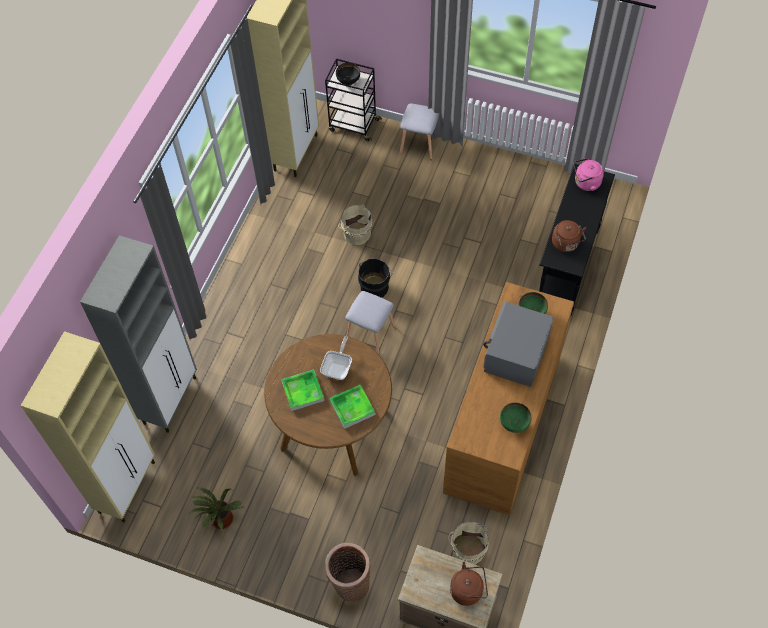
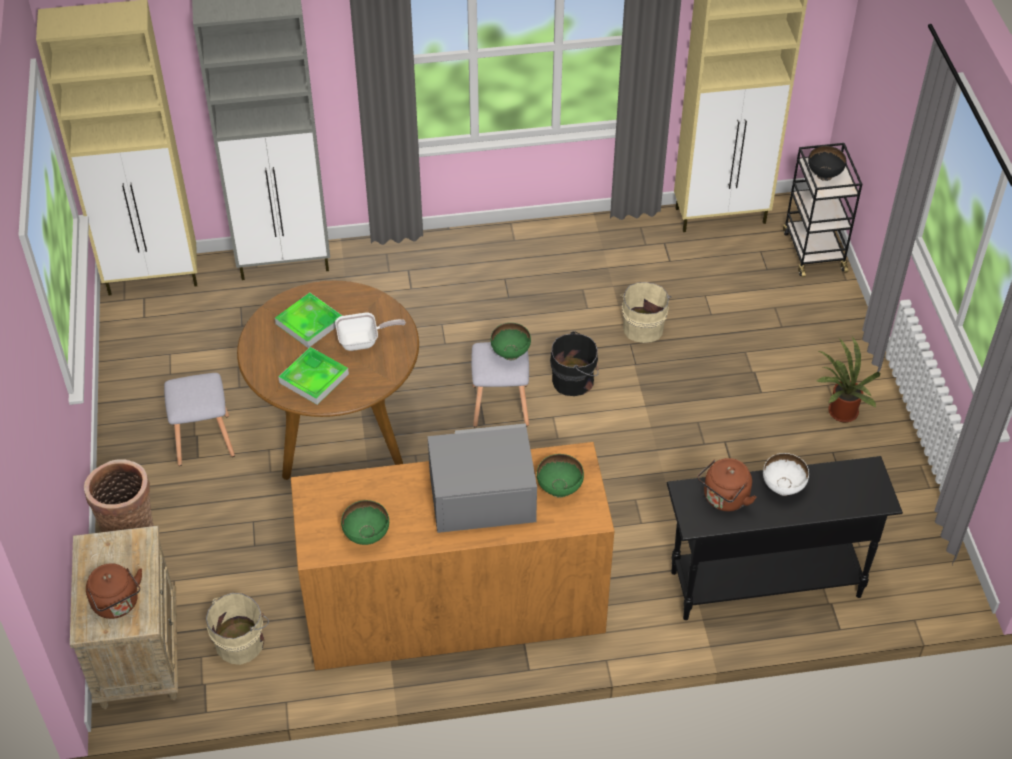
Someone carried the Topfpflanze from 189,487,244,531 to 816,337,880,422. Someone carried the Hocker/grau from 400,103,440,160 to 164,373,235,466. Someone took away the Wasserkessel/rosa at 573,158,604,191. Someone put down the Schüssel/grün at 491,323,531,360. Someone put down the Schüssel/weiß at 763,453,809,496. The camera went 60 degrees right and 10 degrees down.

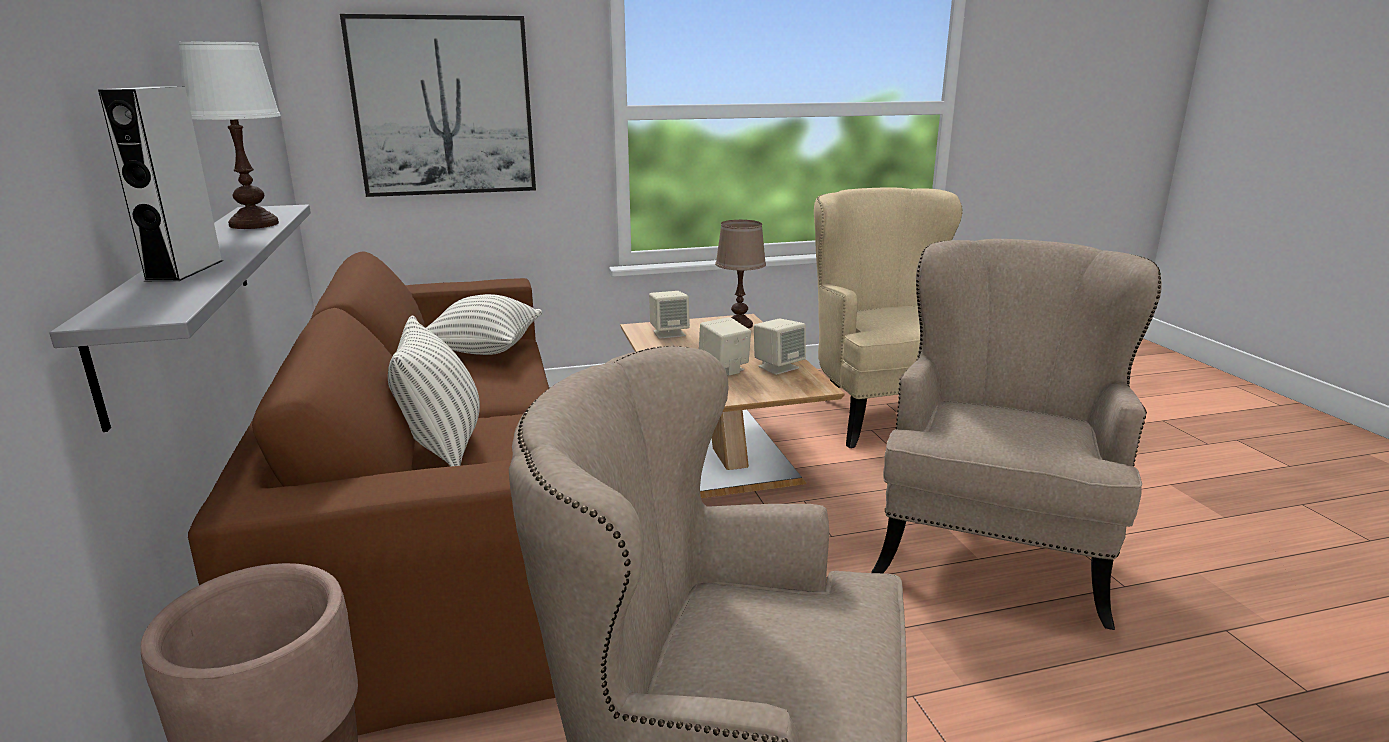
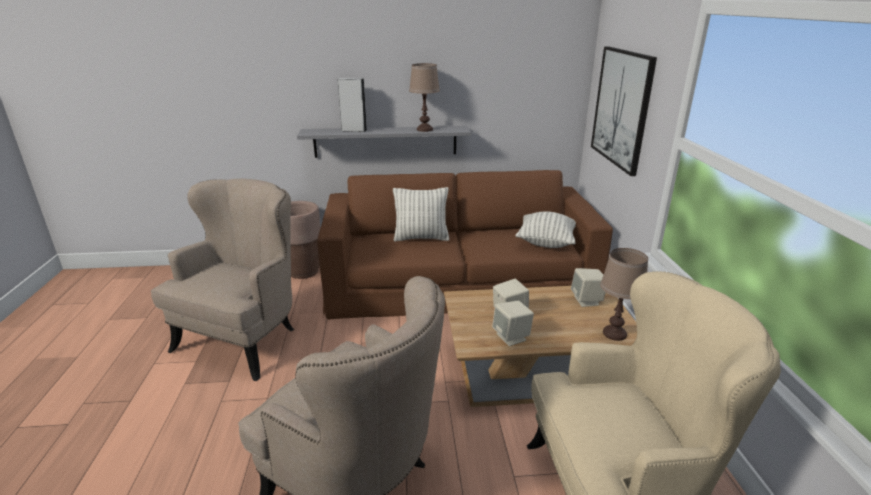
Someone repainted the Tischlampe/weiß at 178,42,281,229, which became the Tischlampe/braun at 409,63,440,132. The camera went 100 degrees right and 5 degrees up.

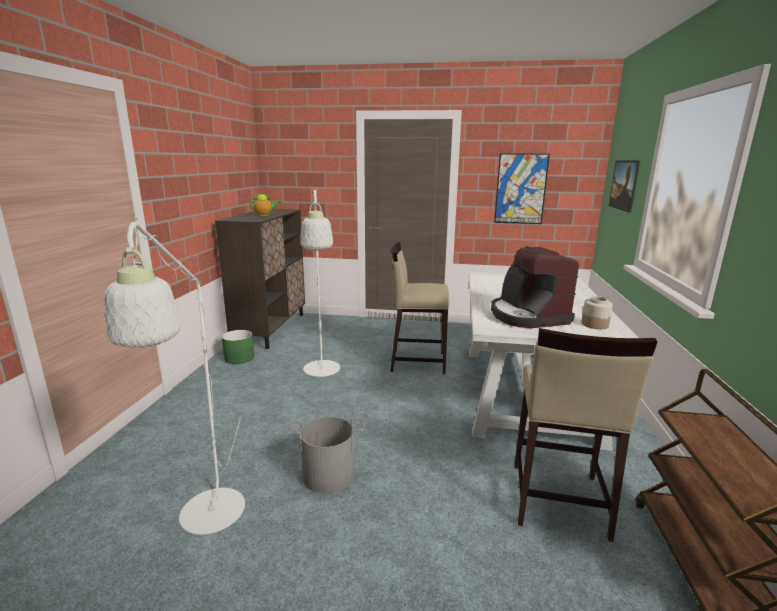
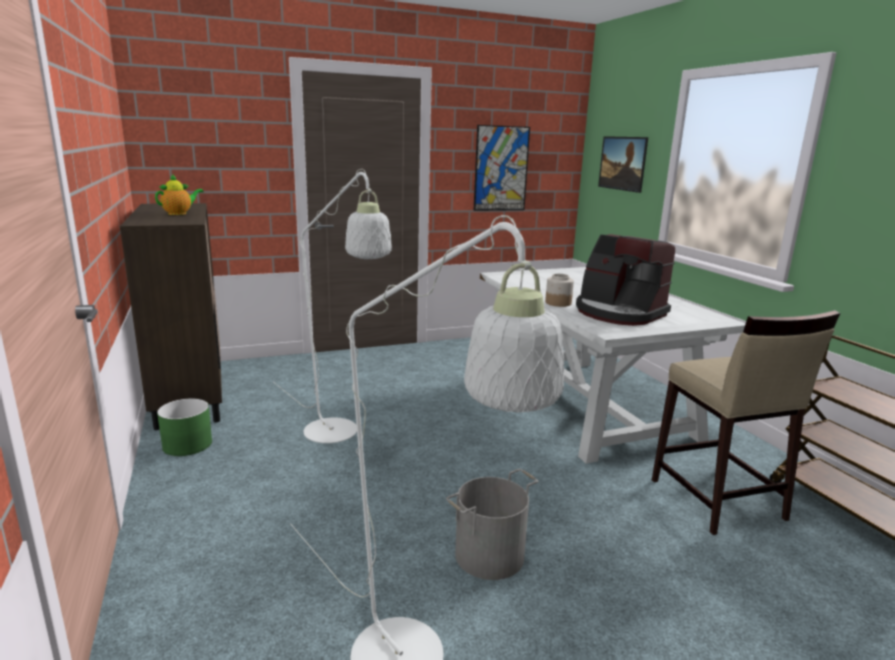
Someone took away the Hocker/beige at 390,242,450,375. Someone carried the Vorratsglas from 581,296,613,329 to 545,274,574,307. The camera went 30 degrees left and 0 degrees up.

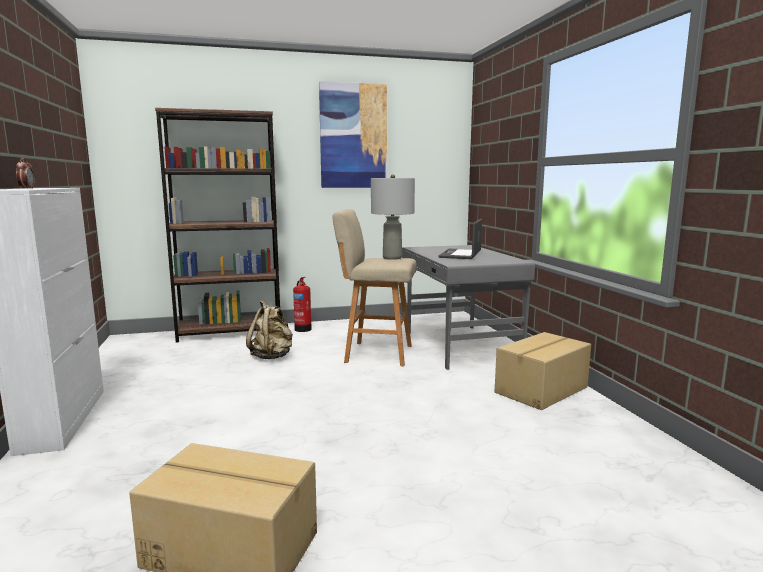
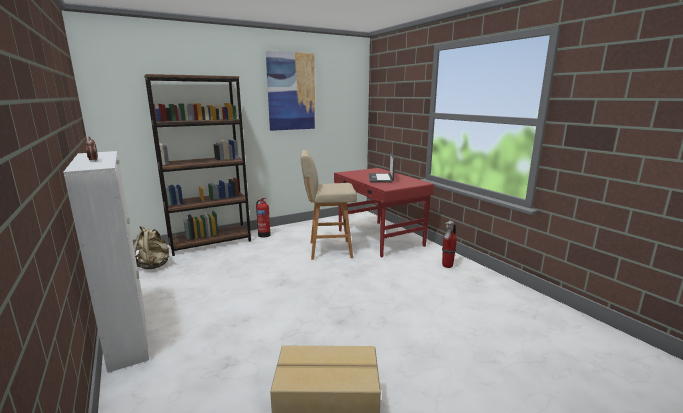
Someone carried the Rucksack/beige from 246,300,293,359 to 134,226,169,269. Someone took away the Tischlampe/grau at 371,175,415,260. Someone repainted the Schreibtisch/grau at 402,245,535,370, which became the Schreibtisch/rot at 334,168,434,257. Someone swapped the Karton at 495,332,591,410 for the Feuerlöscher at 442,221,457,268. The camera went 15 degrees left and 5 degrees up.

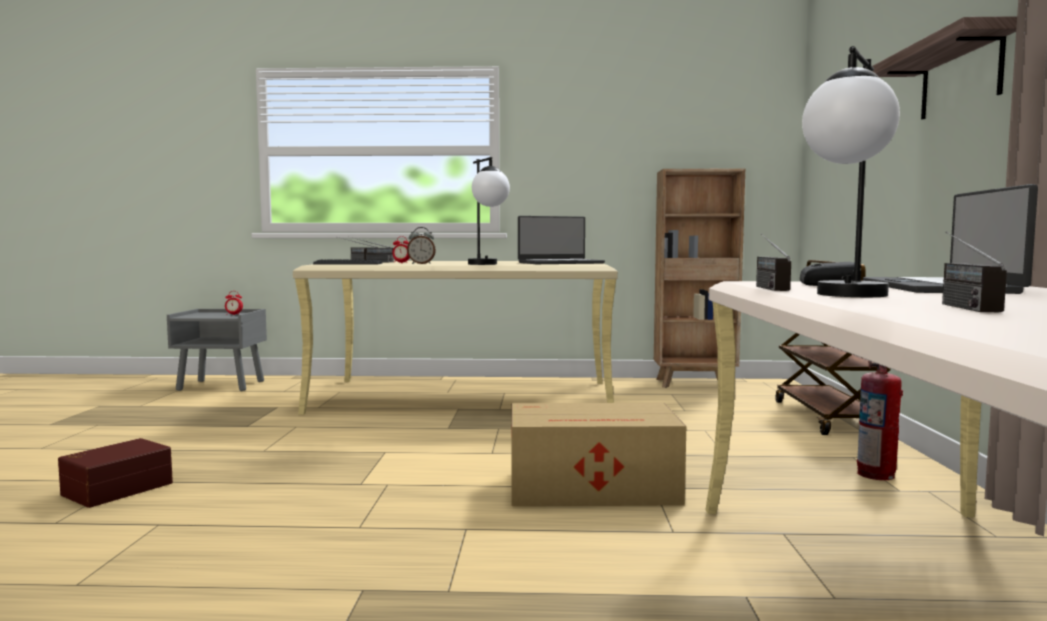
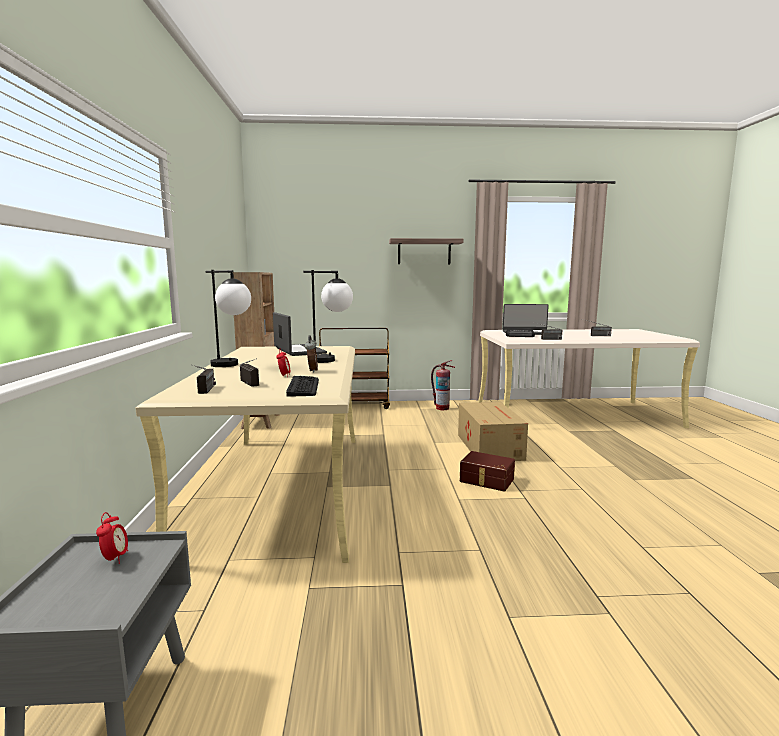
Someone carried the Aufbewahrungsbox/braun from 58,438,173,508 to 460,451,515,492. Someone carried the Tischlampe from 802,46,900,297 to 205,270,251,367. The camera went 95 degrees left and 5 degrees up.

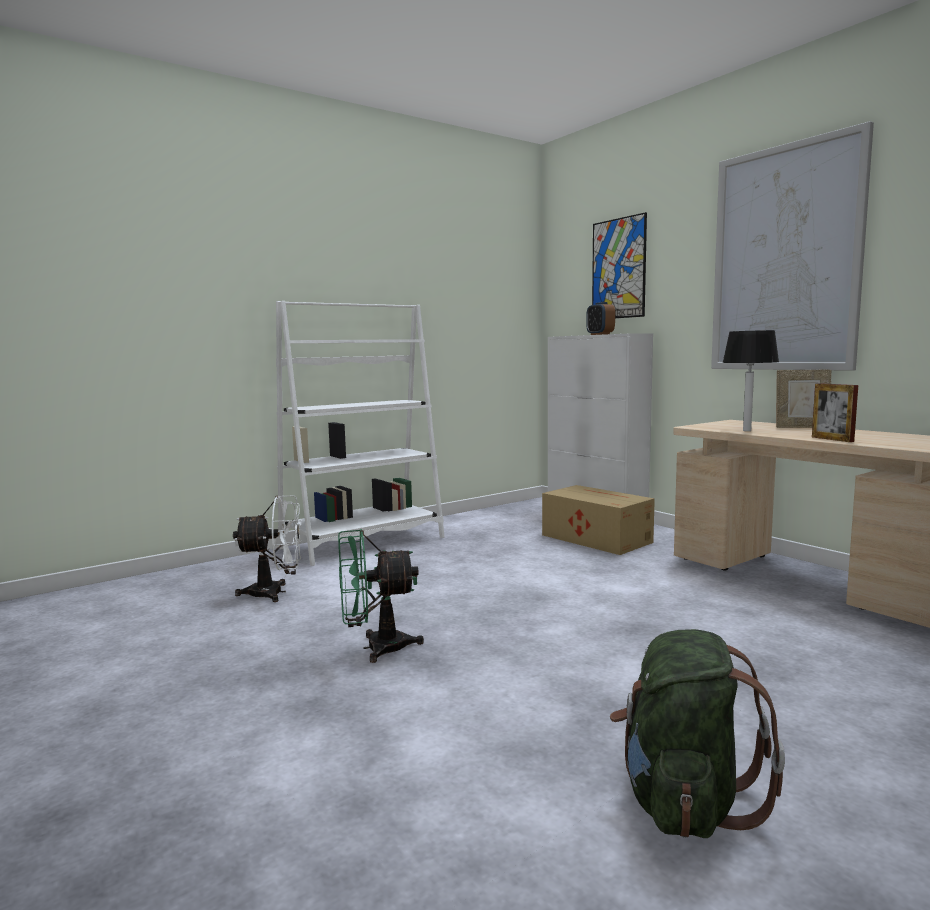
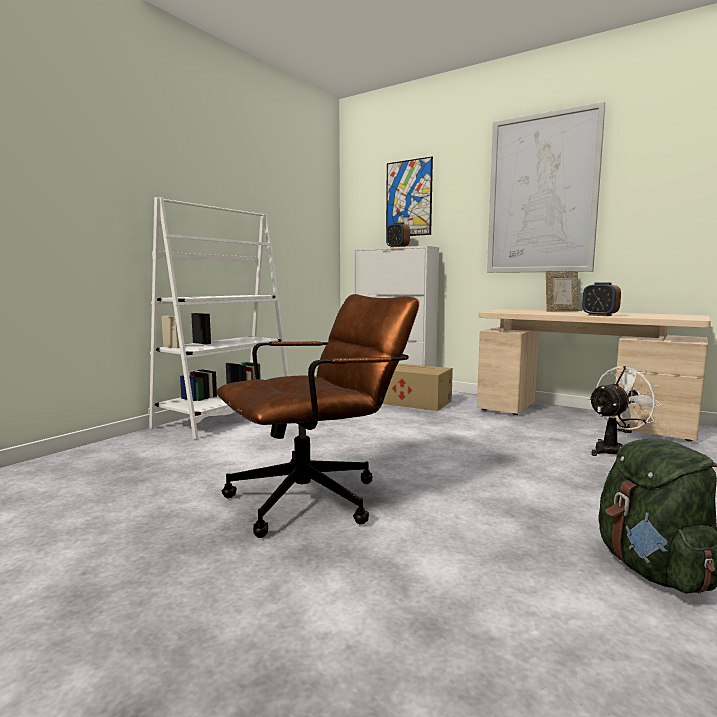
Someone carried the Ventilator/weiß from 233,495,302,602 to 588,366,663,456. Someone swapped the Ventilator/grün at 338,529,424,663 for the Bürostuhl/braun at 216,294,419,538. Someone took away the Tischlampe at 722,330,779,431. Someone swapped the Bilderrahmen at 812,383,858,442 for the Wecker at 582,282,621,316. The camera went 20 degrees left and 0 degrees up.

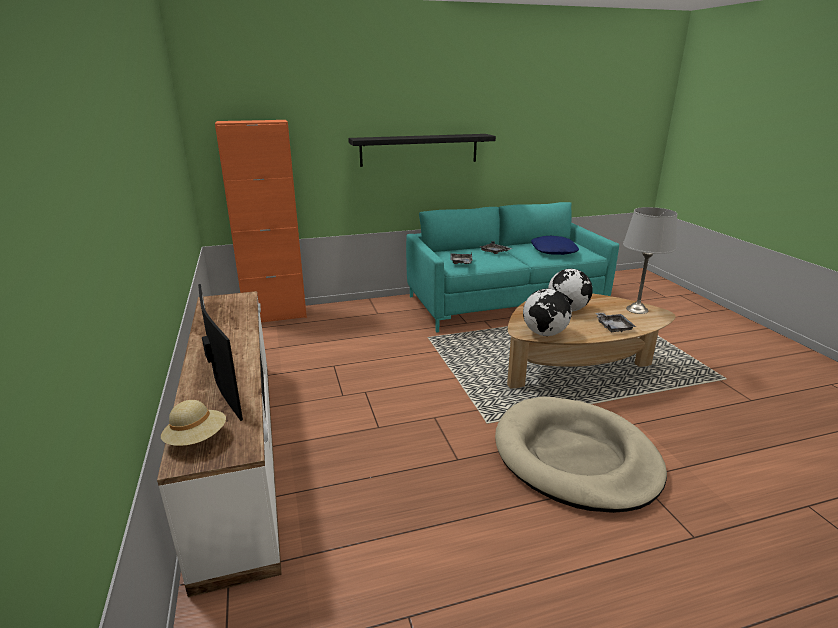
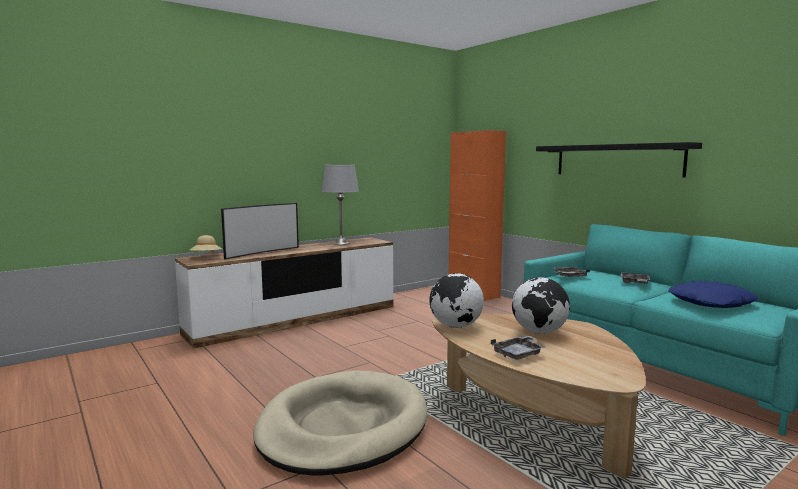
Someone carried the Tischlampe/grau from 623,207,677,314 to 321,165,359,245. The camera went 70 degrees right and 15 degrees down.

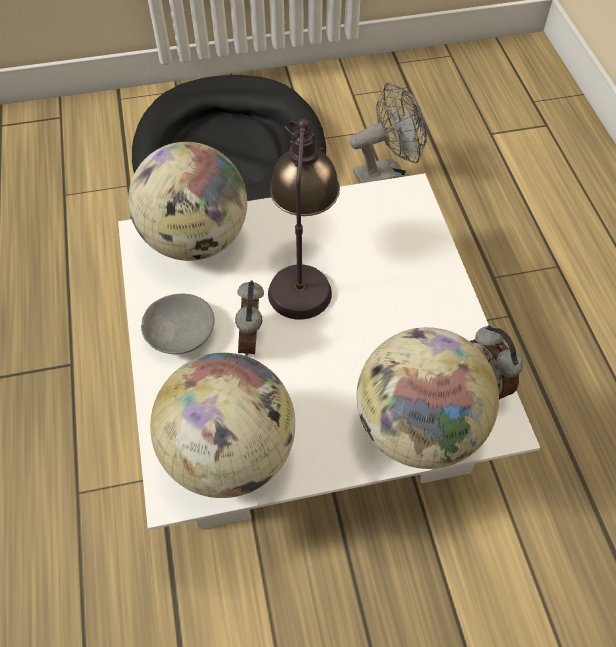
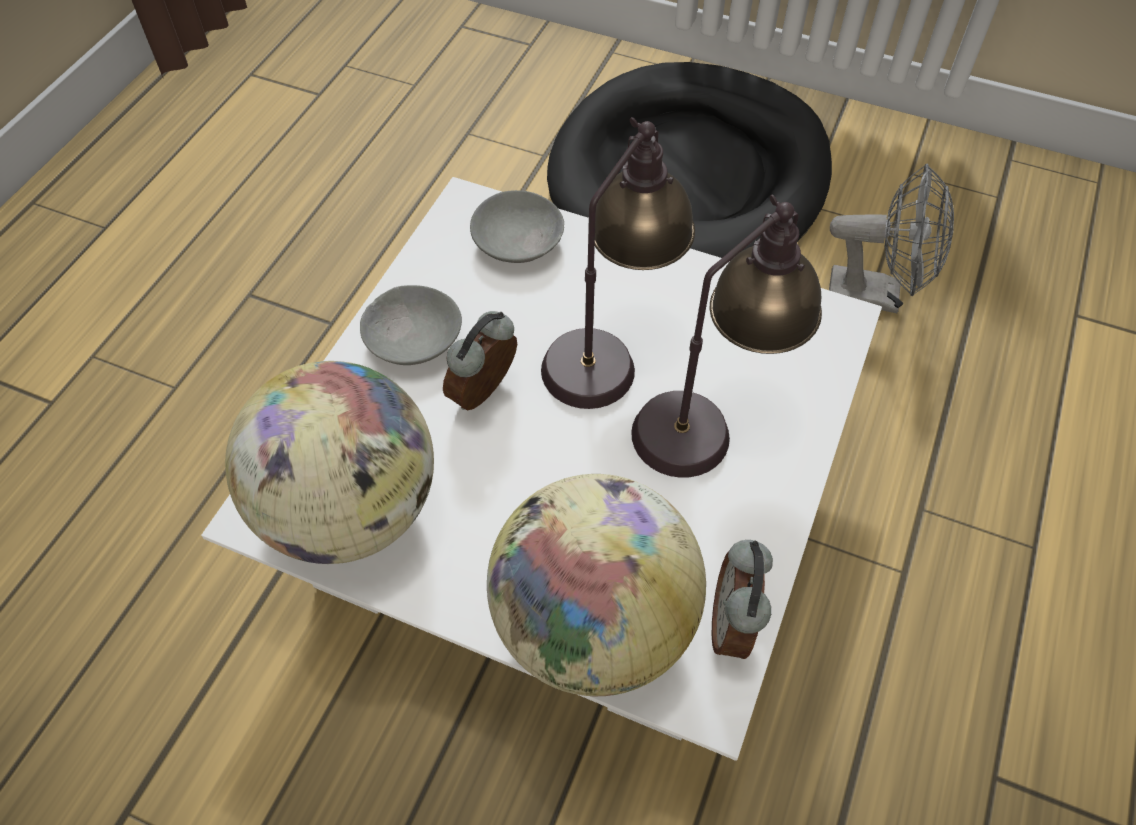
Someone swapped the Globus at 128,142,247,261 for the Schüssel/grau at 470,190,564,263. Someone put down the Tischlampe at 631,194,822,478. The camera went 35 degrees right and 0 degrees up.

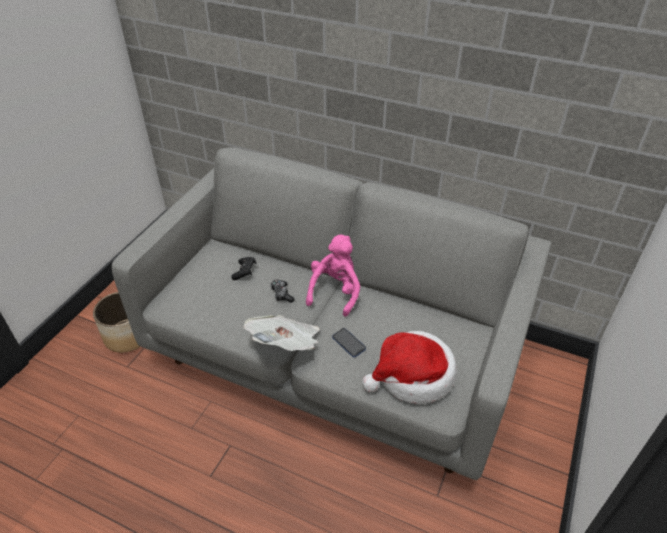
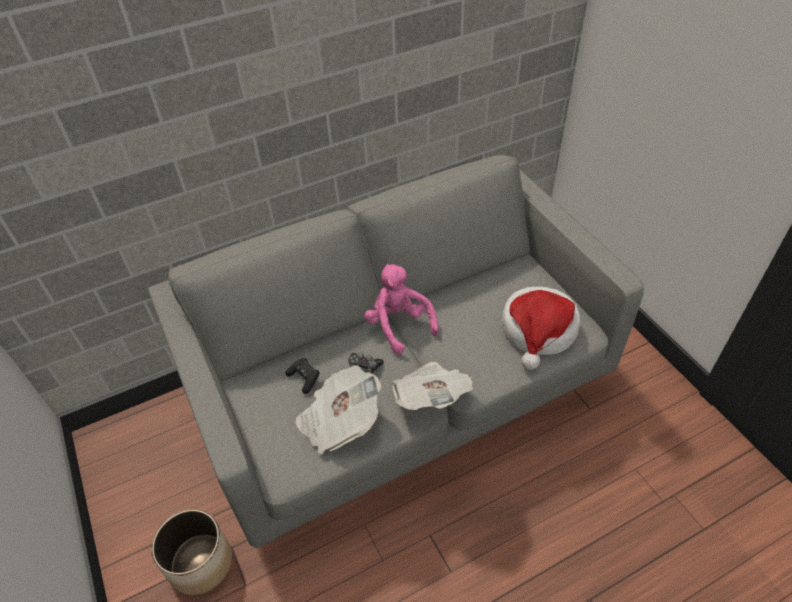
Someone took away the Handy at 332,328,366,357. Someone put down the Zeitung at 295,365,382,455. The camera went 50 degrees left and 5 degrees up.

